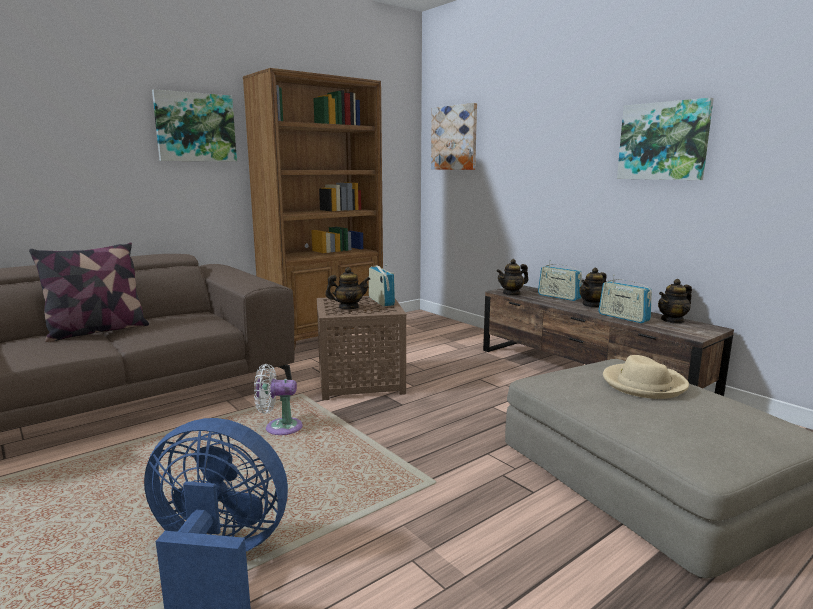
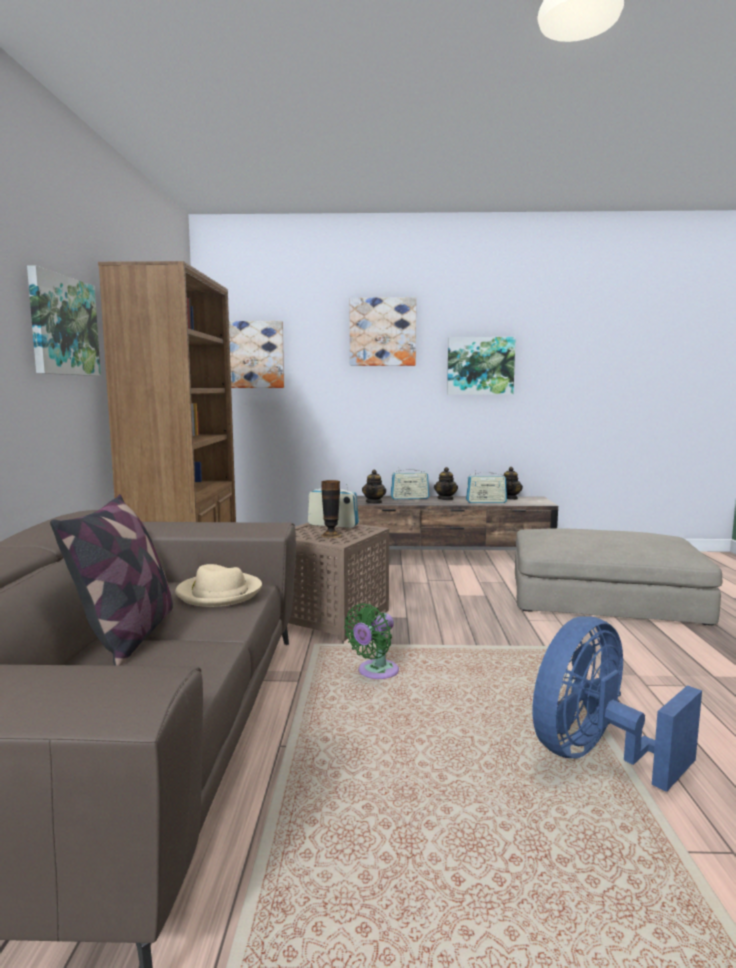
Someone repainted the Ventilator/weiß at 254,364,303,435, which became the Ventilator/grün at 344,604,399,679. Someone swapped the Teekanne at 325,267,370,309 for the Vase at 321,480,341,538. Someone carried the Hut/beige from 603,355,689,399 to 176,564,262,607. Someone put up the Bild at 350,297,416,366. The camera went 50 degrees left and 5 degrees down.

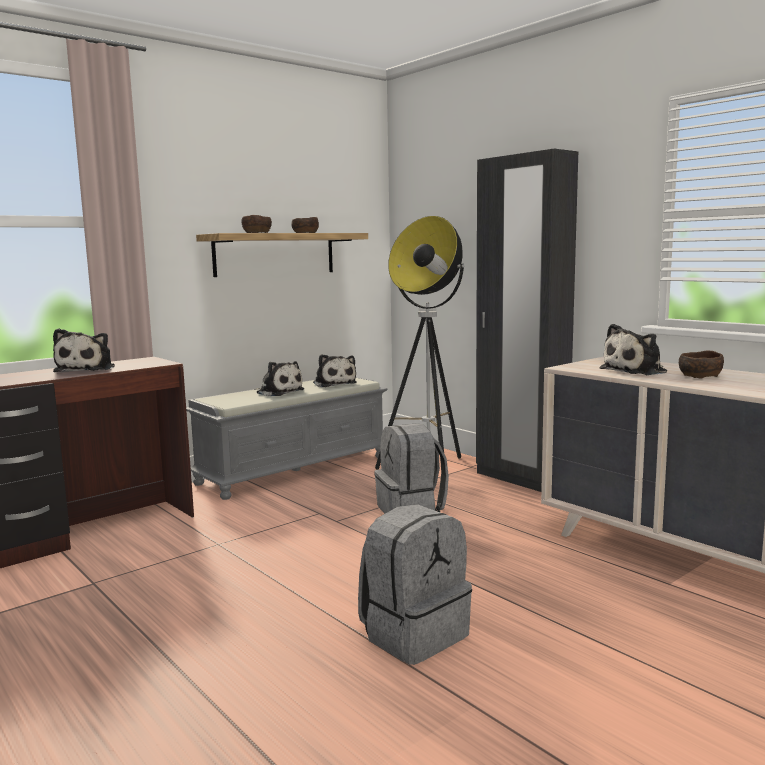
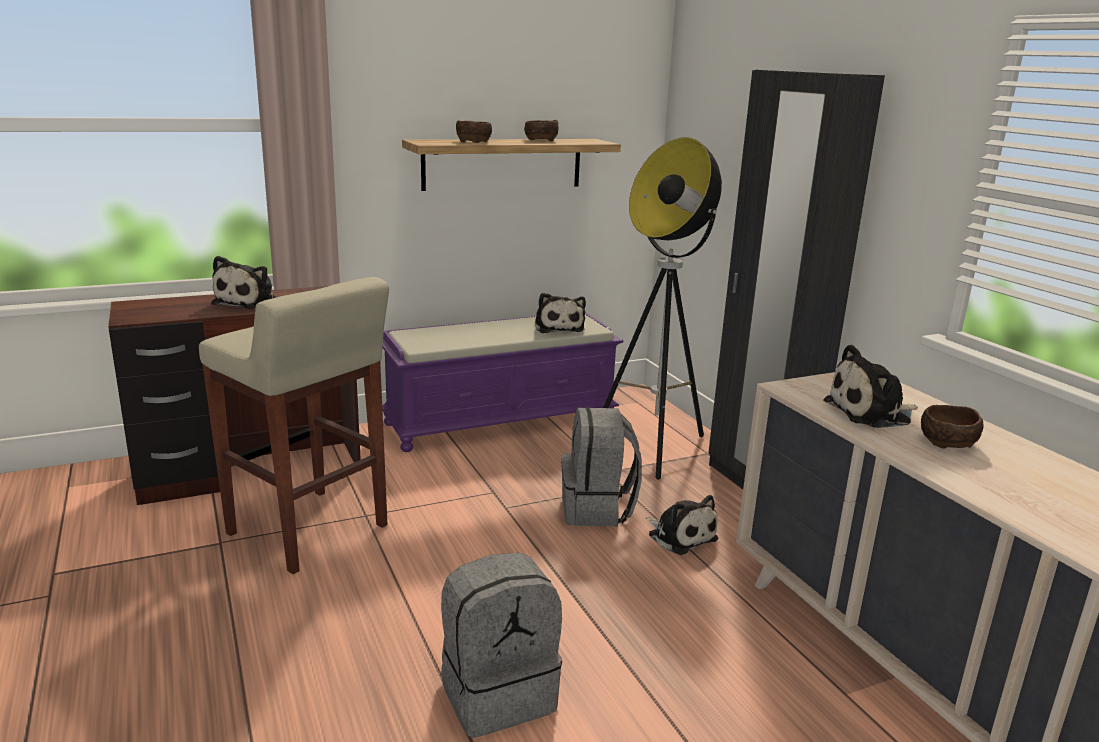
Someone repainted the Bank/grau at 186,377,388,500, which became the Bank/lila at 382,312,623,452. Someone carried the Plüschtier from 254,361,304,396 to 646,495,718,555. Someone put down the Hocker/beige at 199,277,389,574. The camera went 15 degrees right and 10 degrees up.

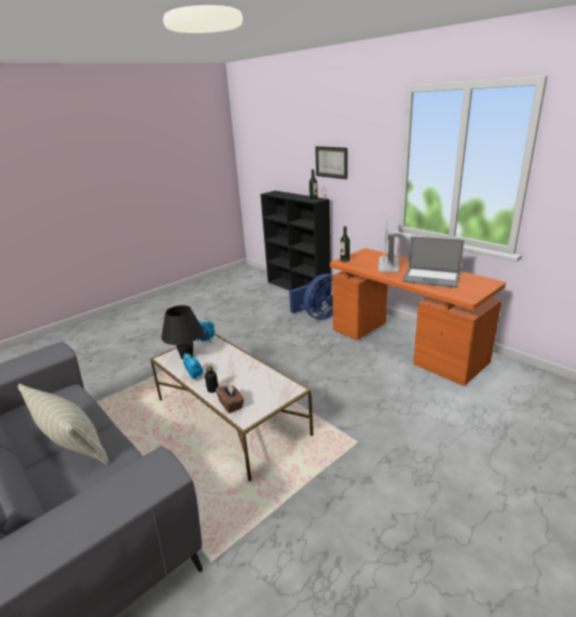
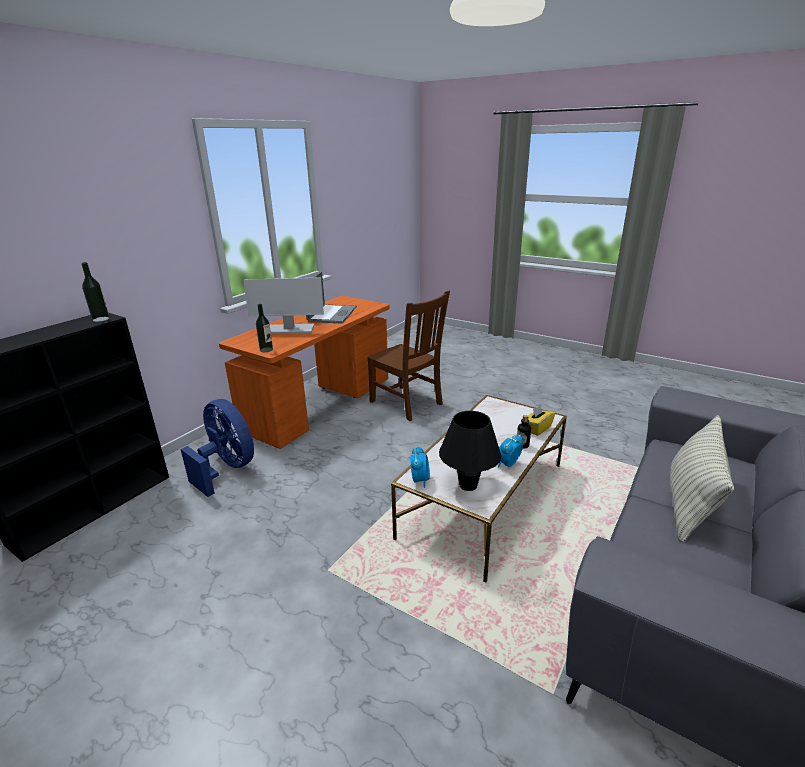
Someone repainted the Taschentuchbox/braun at 215,382,244,413, which became the Taschentuchbox/gelb at 528,405,555,436. Someone took away the Bild at 315,146,347,179. Someone put down the Stuhl/braun at 367,291,450,421. The camera went 105 degrees left and 0 degrees up.

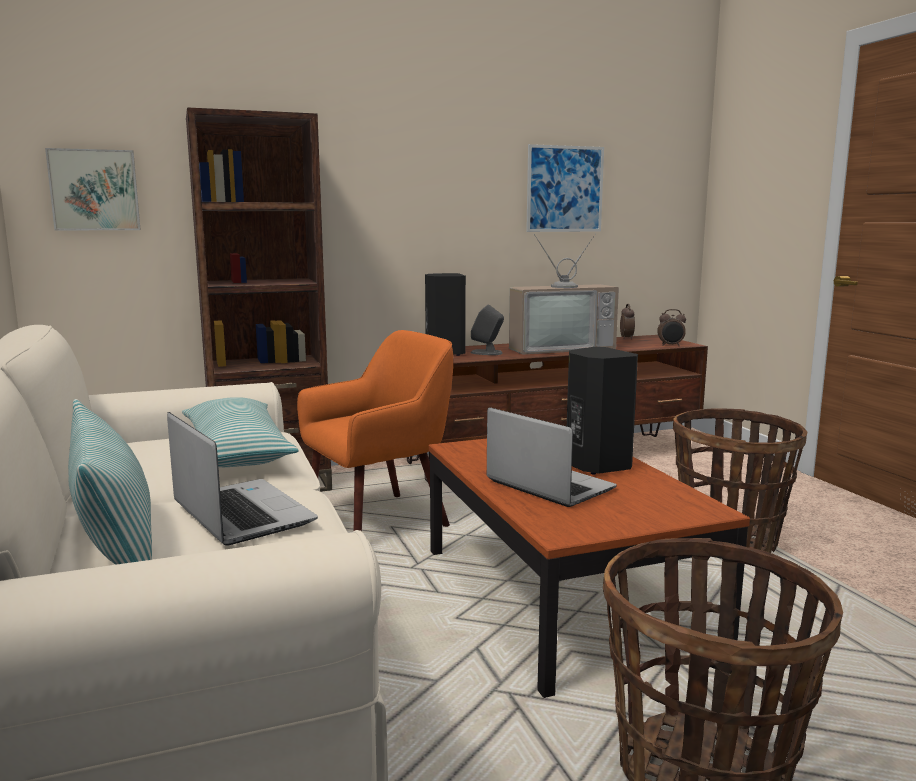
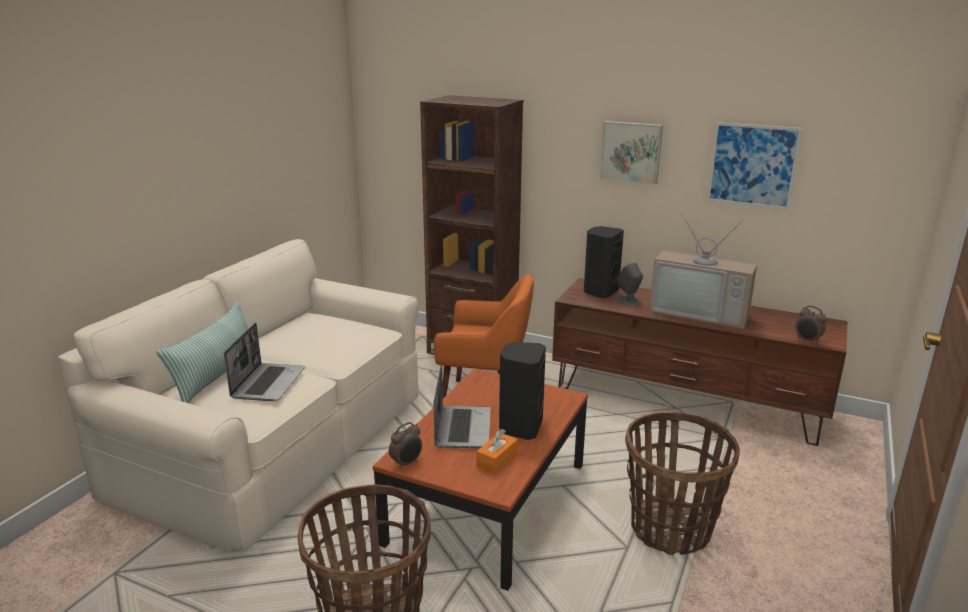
Someone carried the Bild from 45,148,141,231 to 600,121,663,185. Someone took away the Kissen at 182,397,298,467. Someone carried the Wecker from 620,304,635,339 to 389,422,422,469. Someone put down the Taschentuchbox/orange at 476,429,518,474. The camera went 45 degrees right and 10 degrees up.

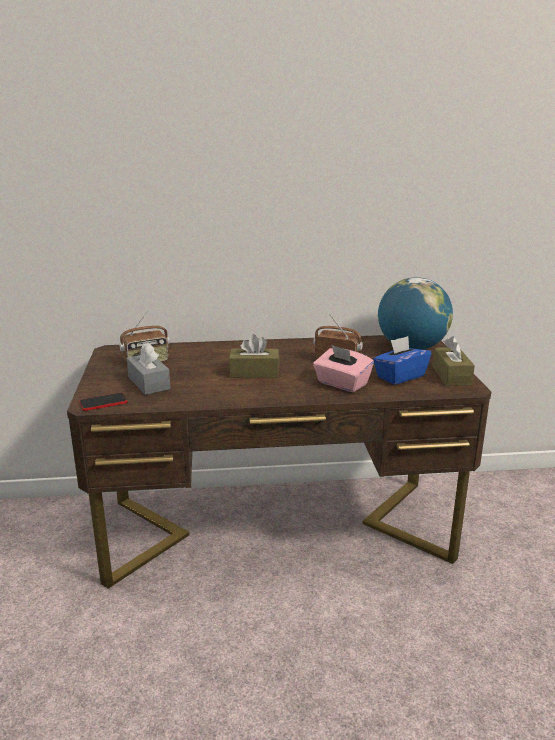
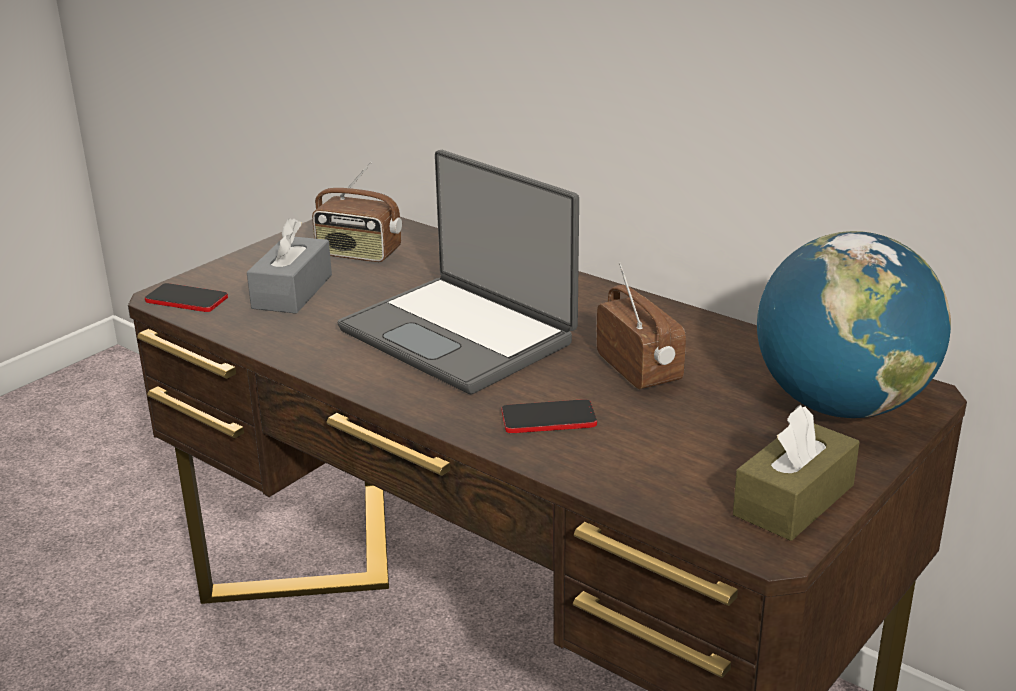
Someone swapped the Taschentuchbox/braun at 229,334,279,378 for the Laptop at 338,150,579,394. Someone swapped the Taschentuchbox/rosa at 313,345,374,392 for the Handy at 501,399,597,433. Someone took away the Taschentuchbox/blau at 373,336,431,385. The camera went 45 degrees right and 5 degrees up.

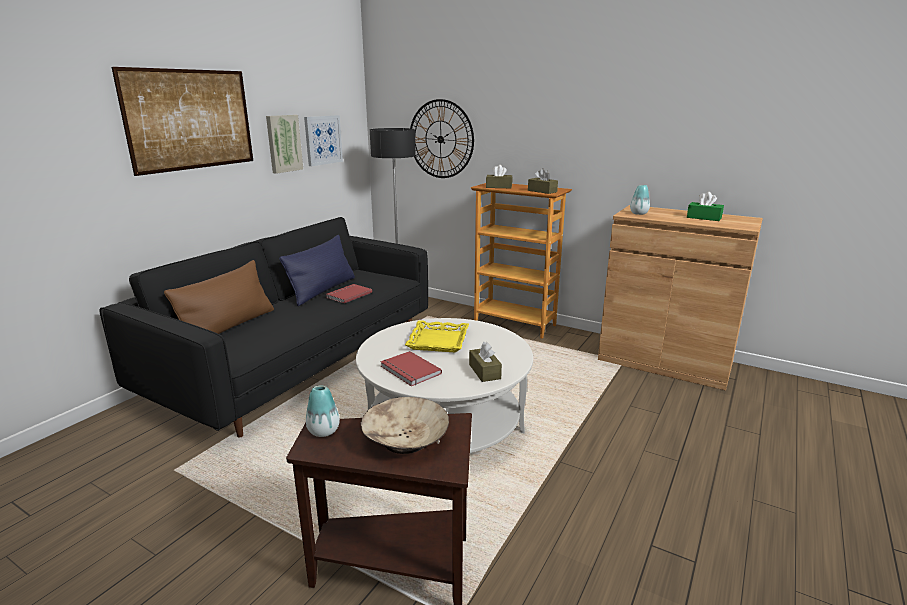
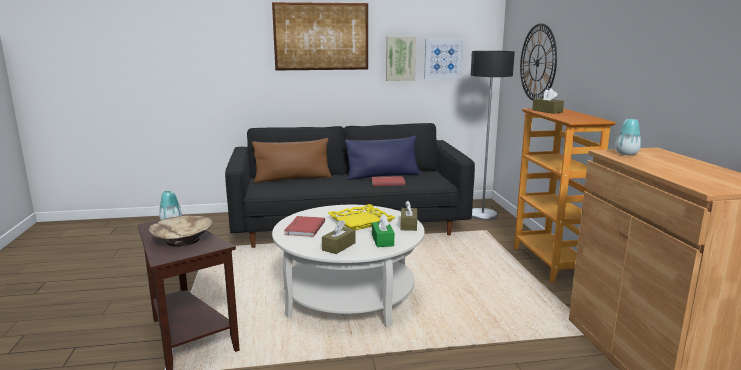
Someone carried the Taschentuchbox/braun from 528,168,558,194 to 401,201,417,231. Someone carried the Taschentuchbox/grün from 687,192,724,221 to 372,214,394,247. The camera went 50 degrees right and 5 degrees down.

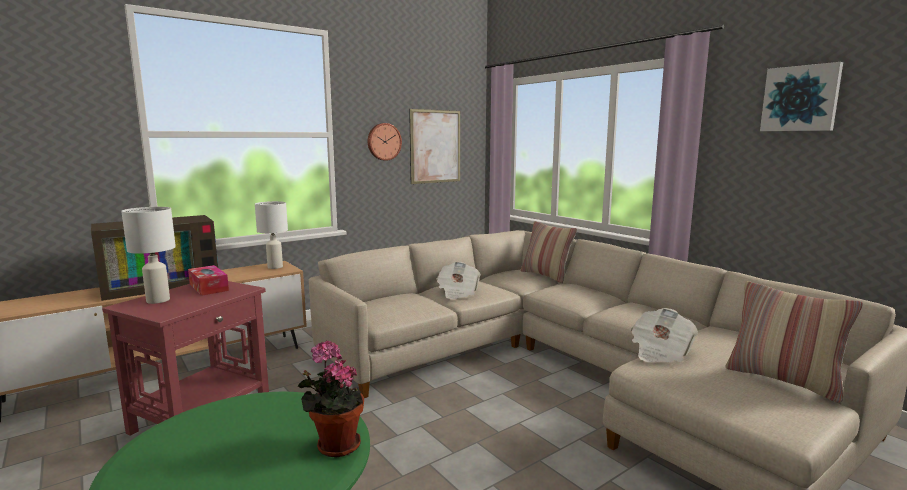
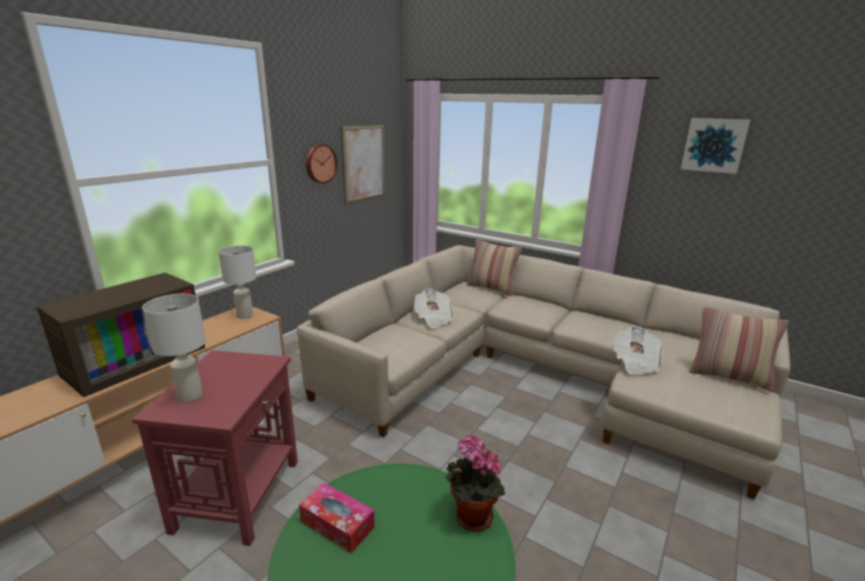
Someone carried the Taschentuchbox from 188,265,229,296 to 299,483,375,553. The camera went 20 degrees left and 10 degrees up.

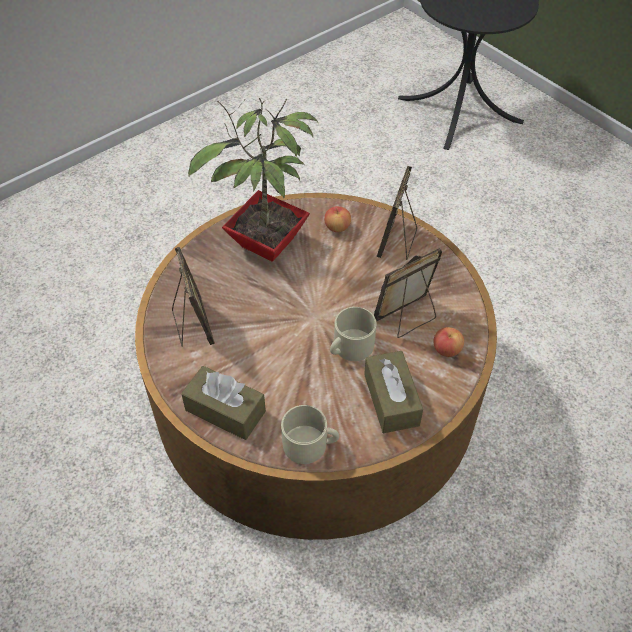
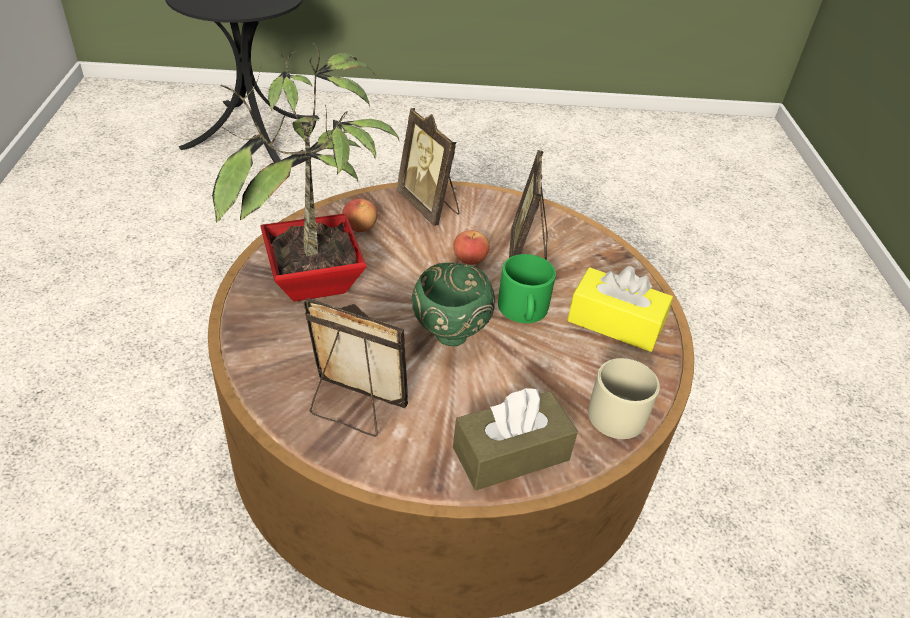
Someone repainted the Henkelbecher/beige at 330,307,377,361, which became the Henkelbecher/grün at 498,254,556,323. Someone repainted the Taschentuchbox/braun at 364,351,423,433, which became the Taschentuchbox/gelb at 567,266,673,352. Someone carried the Apfel from 434,327,464,357 to 454,230,490,265. Someone put down the Schüssel/grün at 412,263,495,347. The camera went 55 degrees left and 10 degrees down.

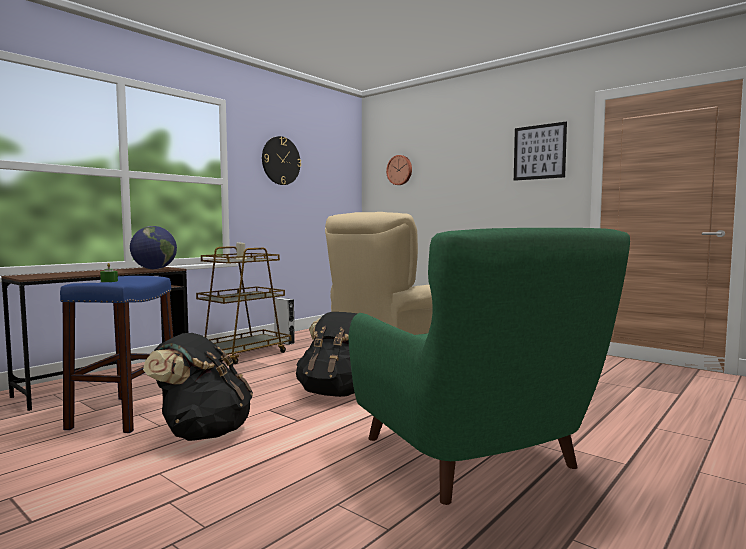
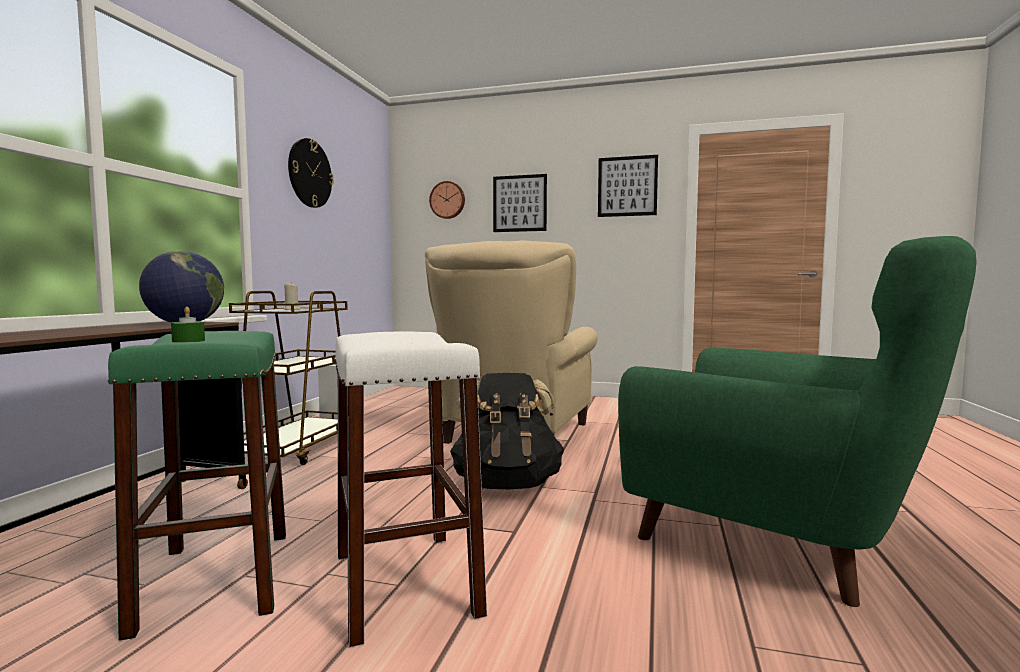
Someone repainted the Hocker/blau at 60,276,173,433, which became the Hocker/grün at 108,331,286,641. Someone swapped the Rucksack/schwarz at 143,333,253,441 for the Hocker/weiß at 334,331,487,647. Someone put up the Bild at 493,174,547,232. The camera went 25 degrees left and 0 degrees up.

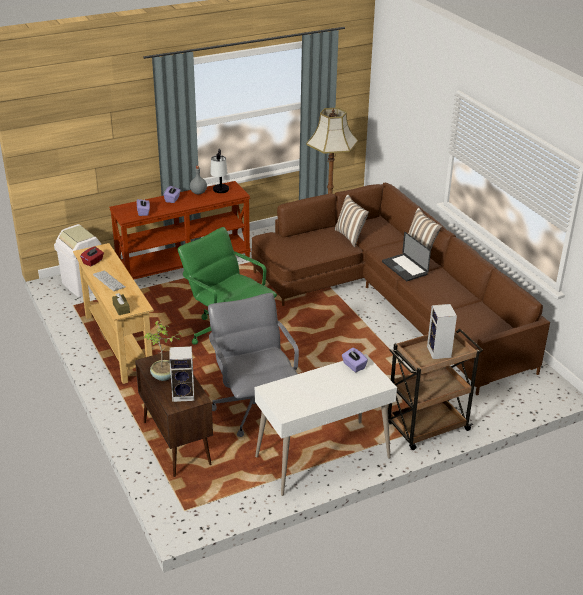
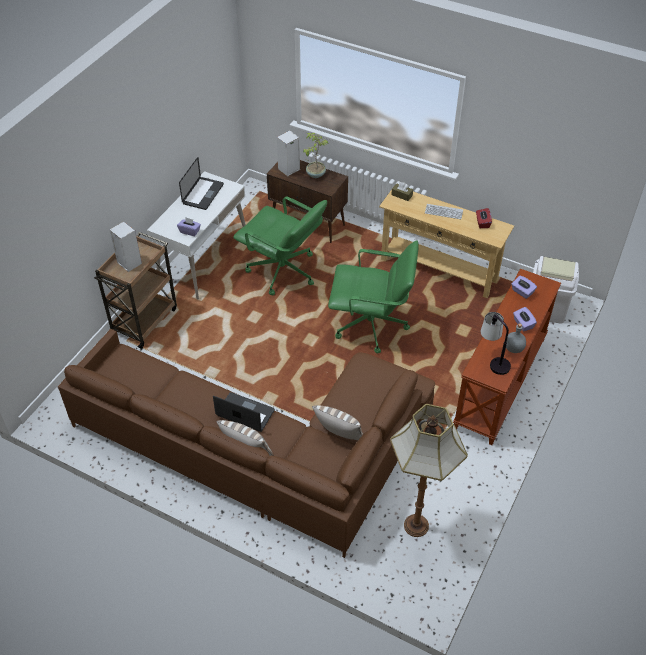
Someone repainted the Bürostuhl/grau at 208,293,299,437, which became the Bürostuhl/grün at 233,196,327,295. Someone put down the Laptop at 179,157,224,210. The camera went 145 degrees right and 15 degrees up.

